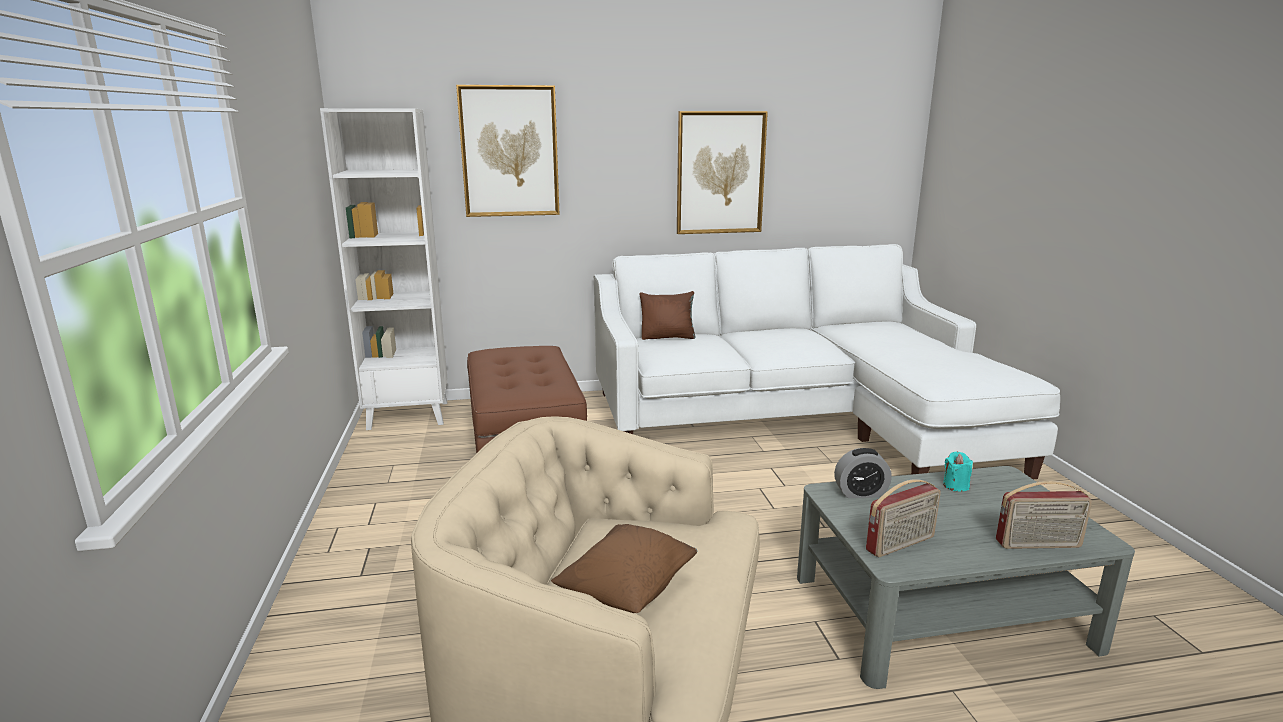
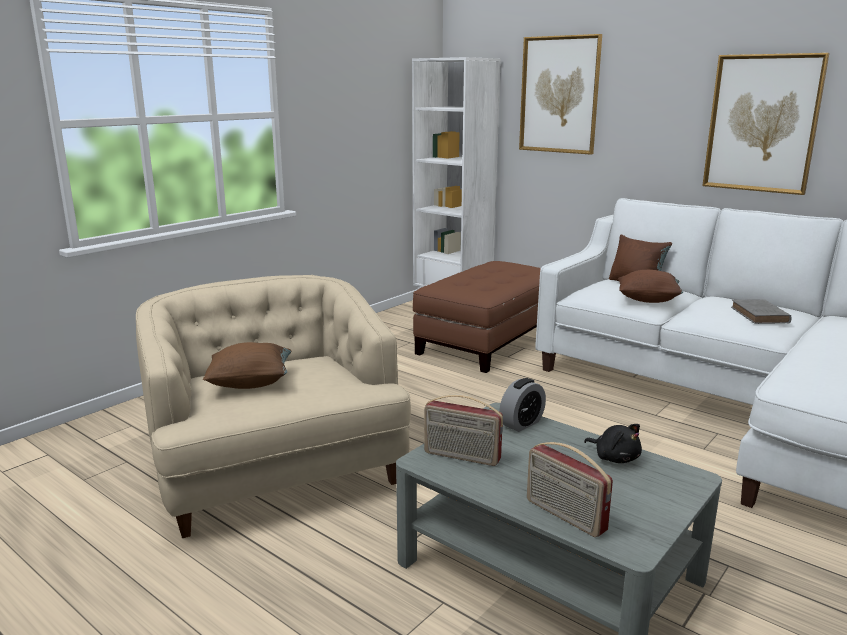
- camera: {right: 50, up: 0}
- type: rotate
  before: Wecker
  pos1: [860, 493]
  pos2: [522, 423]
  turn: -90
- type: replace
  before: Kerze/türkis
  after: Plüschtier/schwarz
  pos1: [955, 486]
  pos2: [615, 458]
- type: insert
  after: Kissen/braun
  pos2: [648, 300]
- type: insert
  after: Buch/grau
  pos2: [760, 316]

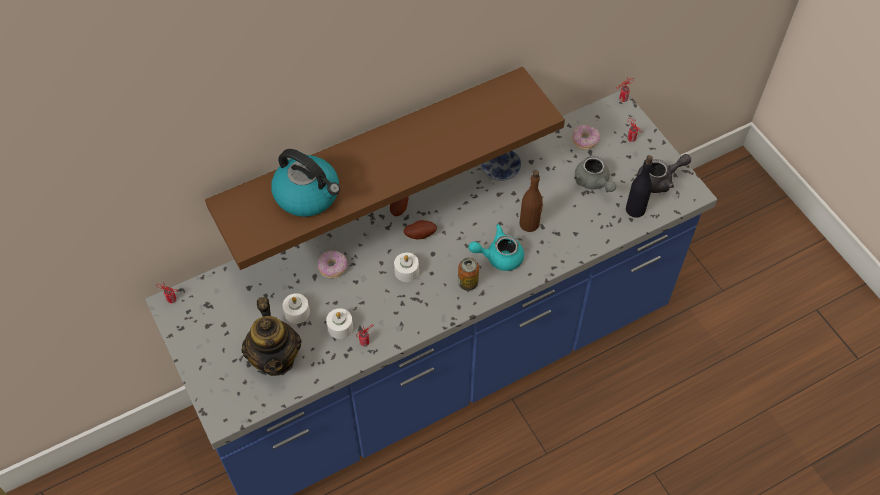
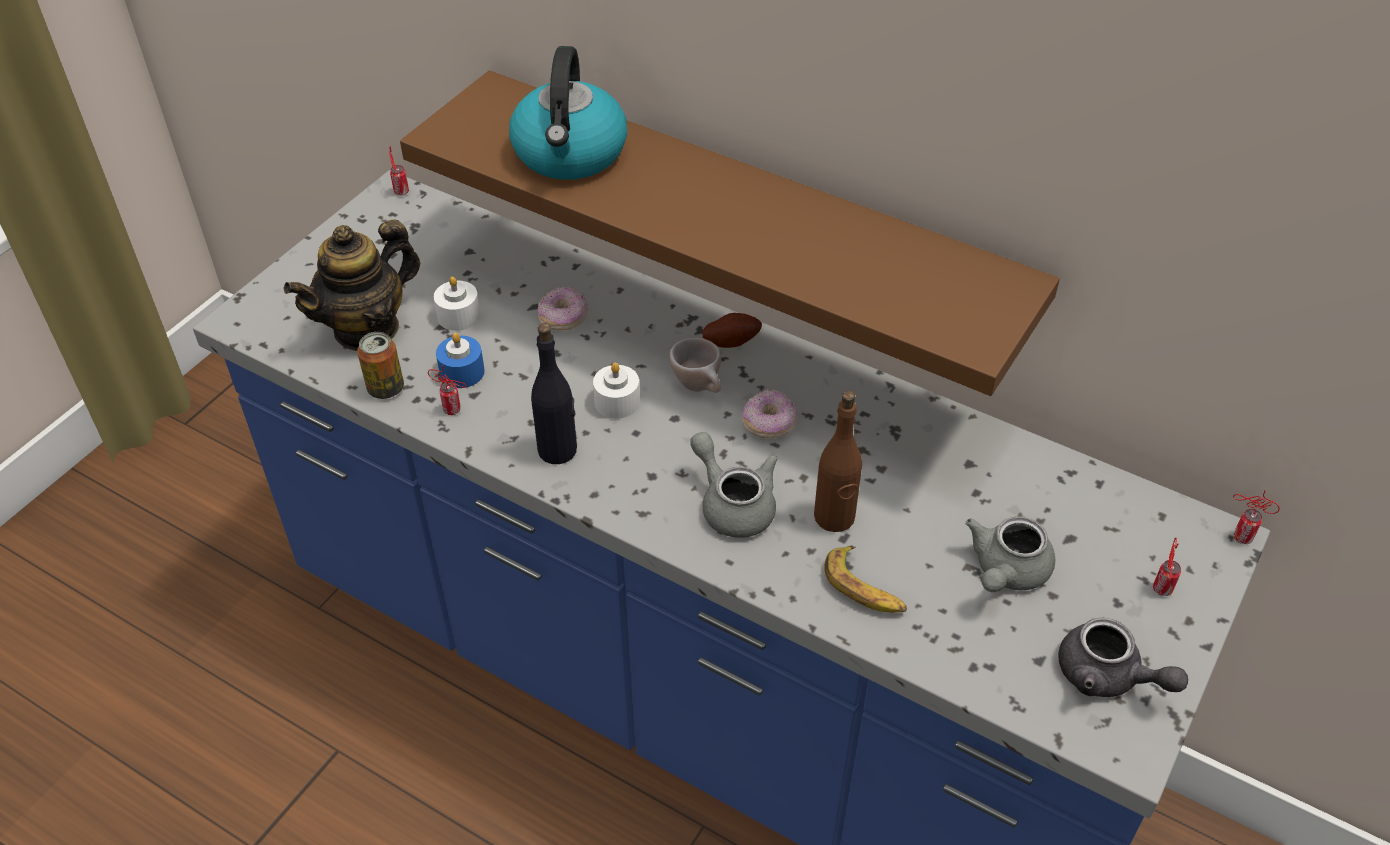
- camera: {right: 60, up: -10}
- type: move
  before: Dose
  pos1: [468, 283]
  pos2: [385, 388]
- type: recolor
  before: Kerze/weiß
  after: Kerze/blau
  pos1: [340, 327]
  pos2: [462, 372]
- type: move
  before: Flasche/schwarz
  pos1: [635, 209]
  pos2: [558, 450]
- type: replace
  before: Kartoffel
  after: Tasse/beige
  pos1: [420, 234]
  pos2: [700, 387]
- type: recolor
  before: Teekanne/türkis
  after: Teekanne/grau
  pos1: [498, 256]
  pos2: [733, 504]
- type: move
  before: Donut
  pos1: [584, 141]
  pos2: [769, 424]
- type: insert
  after: Banane
  pos2: [864, 588]
- type: delete
  before: Schüssel
  pos1: [498, 169]

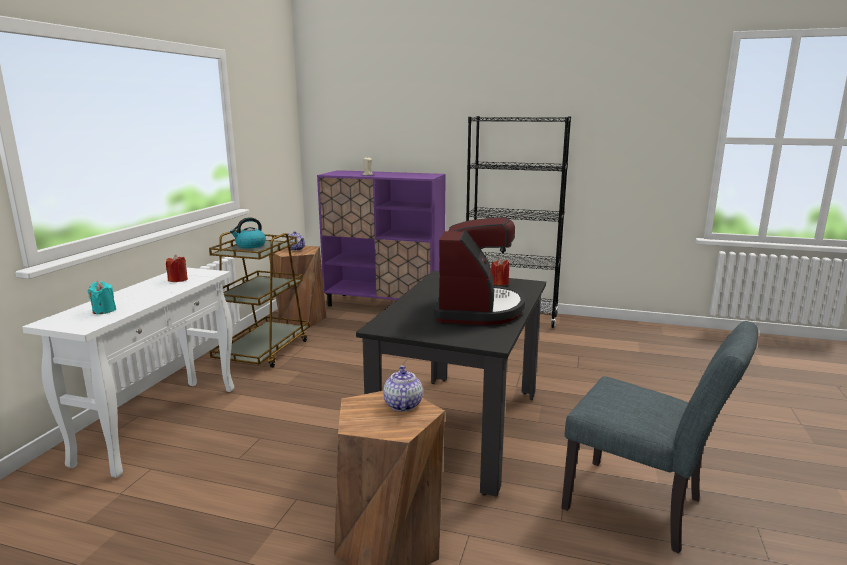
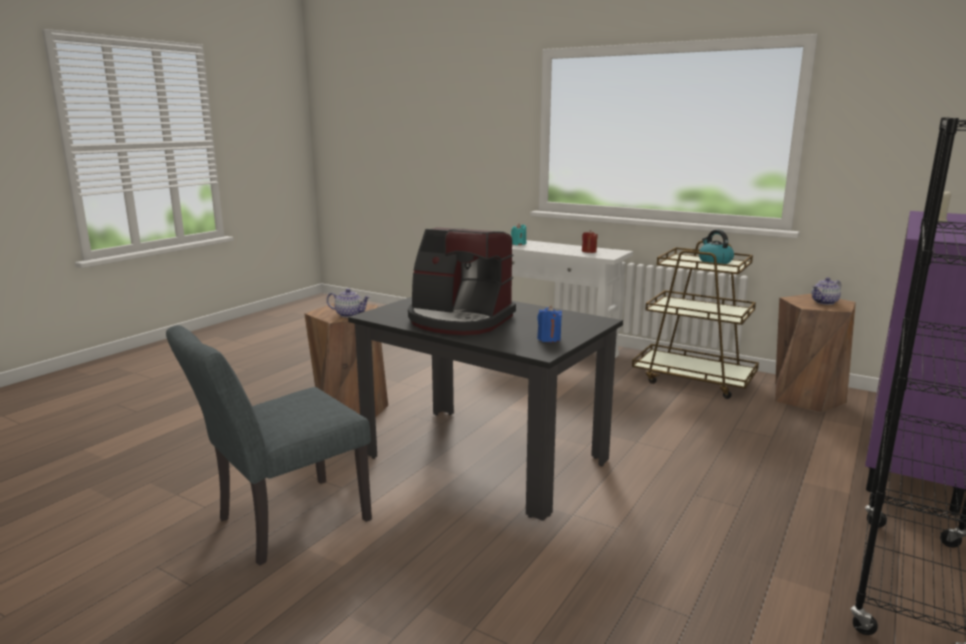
- camera: {right: 105, up: 0}
- type: recolor
  before: Kerze/rot
  after: Kerze/blau
  pos1: [499, 283]
  pos2: [549, 339]

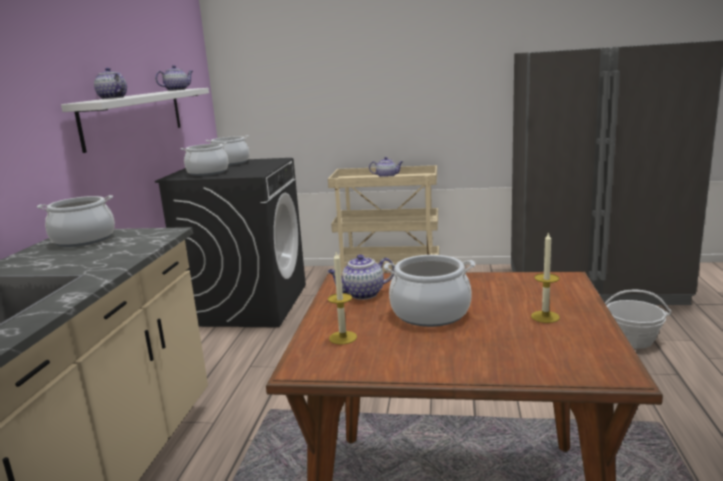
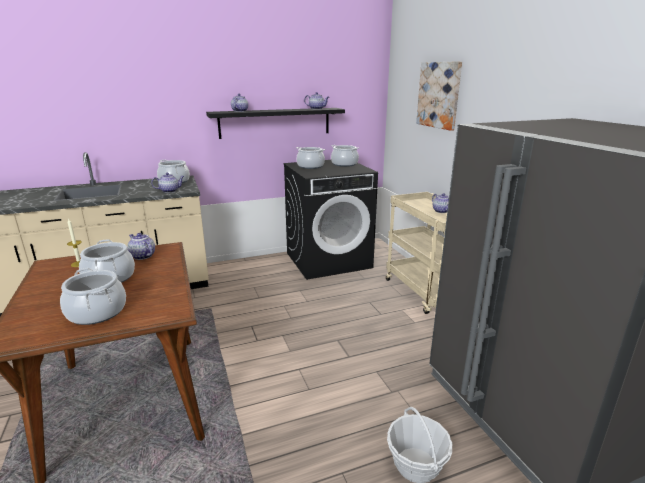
- camera: {right: 60, up: 5}
- type: replace
  before: Kerze
  after: Kochtopf
  pos1: [545, 317]
  pos2: [97, 312]
- type: insert
  after: Teekanne
  pos2: [170, 191]
- type: recolor
  before: Wandregal/weiß
  after: Wandregal/schwarz
  pos1: [134, 117]
  pos2: [275, 122]
- type: insert
  after: Bild
  pos2: [439, 95]

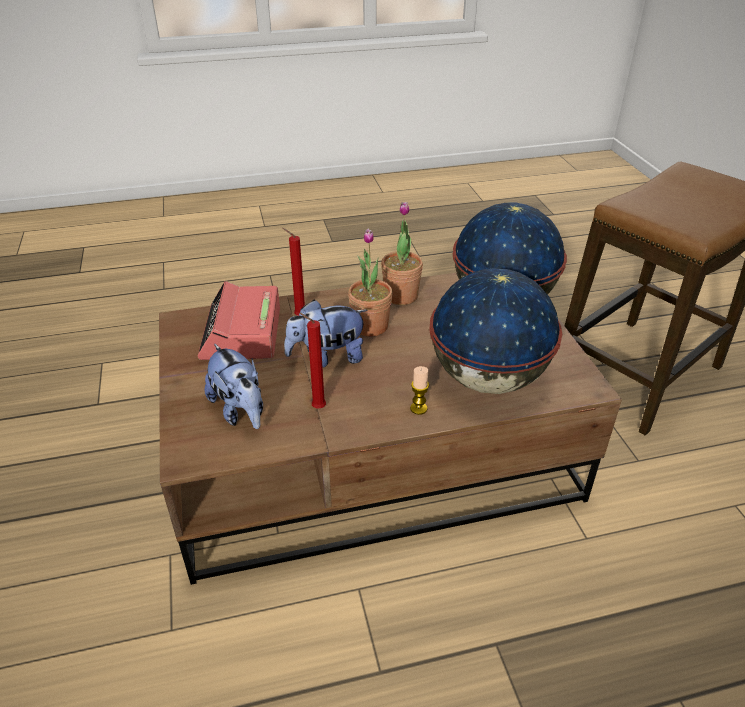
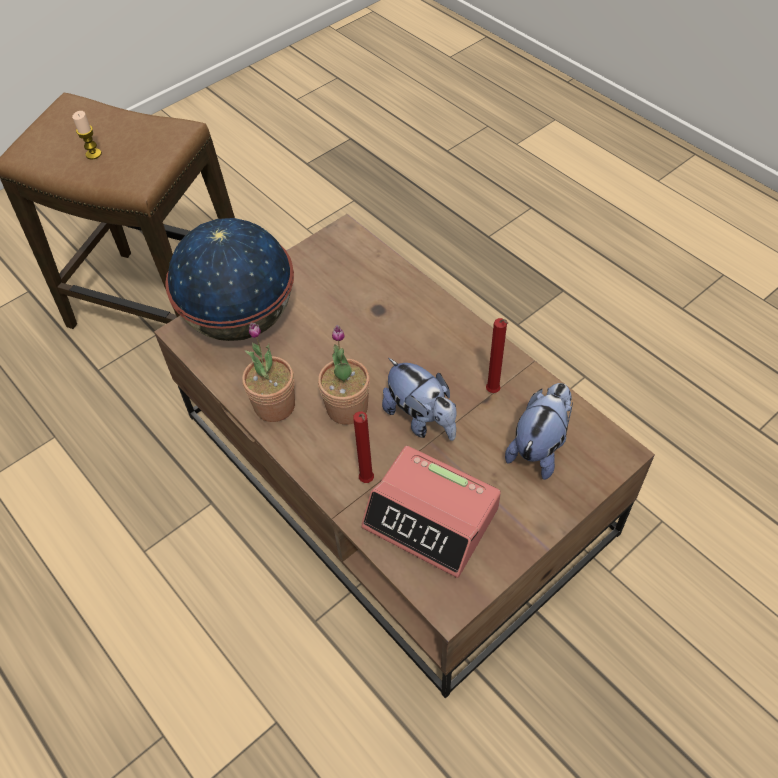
- camera: {right: -115, up: 15}
- type: move
  before: Kerze
  pos1: [418, 408]
  pos2: [93, 154]
- type: rotate
  before: Wecker
  pos1: [241, 334]
  pos2: [431, 518]
  turn: 60
- type: delete
  before: Globus
  pos1: [487, 378]

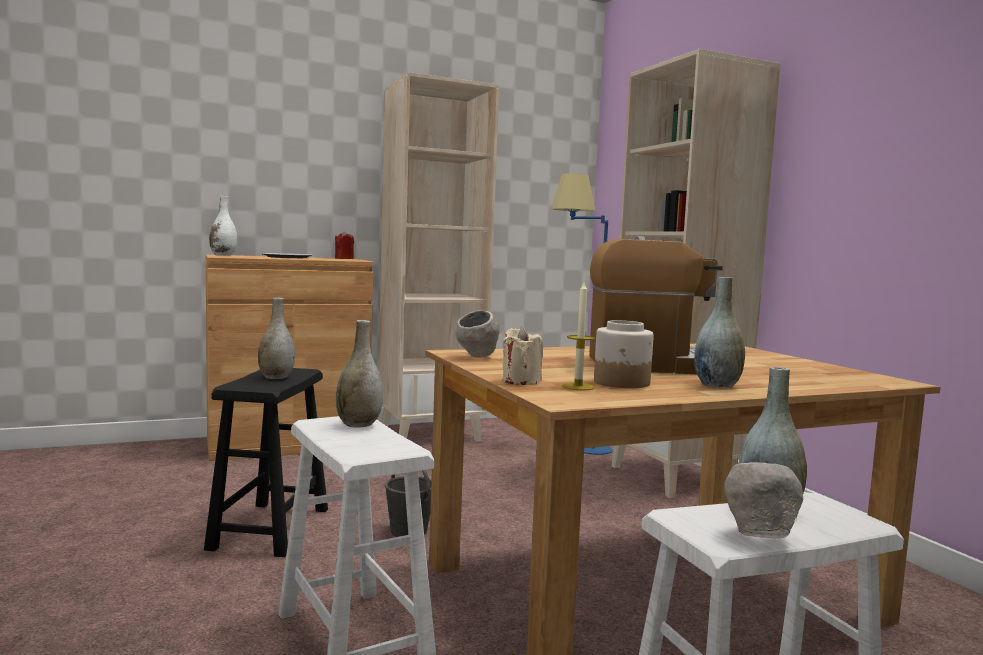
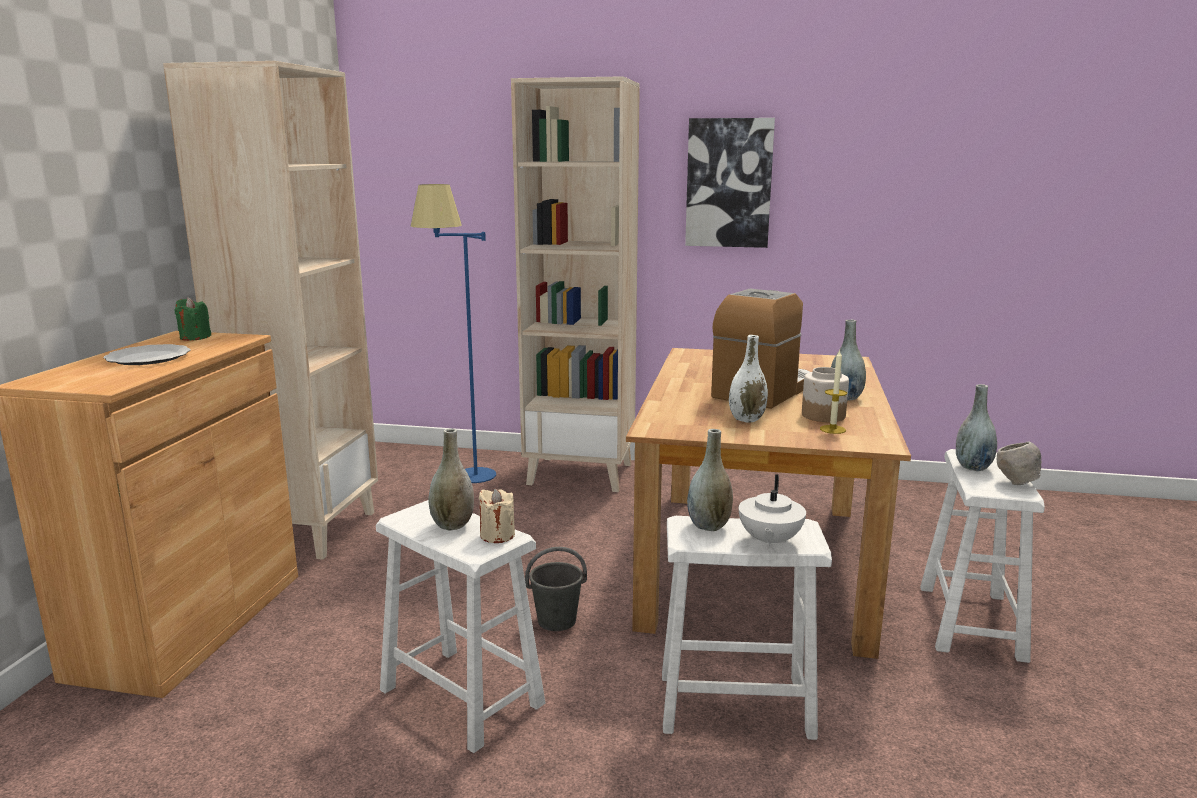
- camera: {right: -55, up: 10}
- type: recolor
  before: Kerze/rot
  after: Kerze/grün
  pos1: [344, 258]
  pos2: [195, 337]
- type: recolor
  before: Hocker/schwarz
  after: Hocker/weiß
  pos1: [270, 528]
  pos2: [461, 697]
- type: move
  before: Kerze/beige
  pos1: [521, 381]
  pos2: [497, 535]
- type: insert
  after: Bild
  pos2: [729, 183]
- type: move
  before: Vase/weiß
  pos1: [223, 255]
  pos2: [746, 419]
- type: insert
  after: Teekanne/weiß
  pos2: [769, 541]
- type: delete
  before: Schüssel/grau
  pos1: [477, 357]

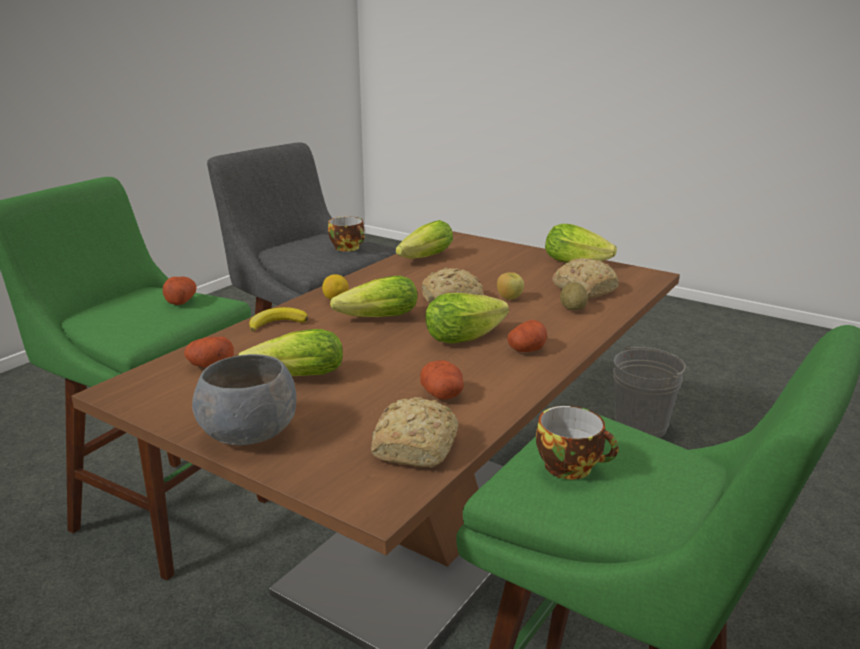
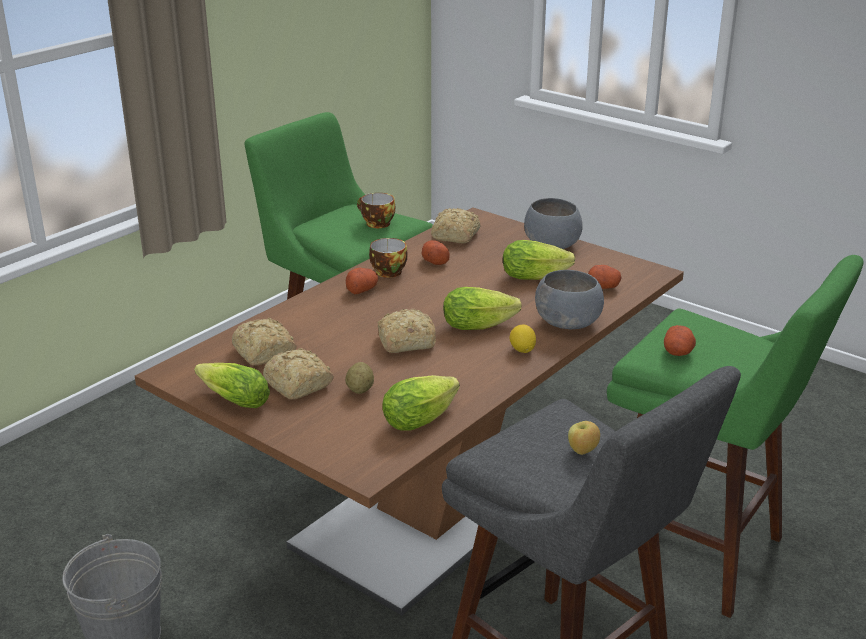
- camera: {right: -175, up: 5}
- type: insert
  after: Brot
  pos2: [298, 385]
- type: move
  before: Kartoffel
  pos1: [573, 309]
  pos2: [360, 389]
- type: move
  before: Tasse
  pos1: [349, 248]
  pos2: [386, 271]
- type: replace
  before: Banane
  after: Schüssel/grau
  pos1: [277, 323]
  pos2: [569, 323]
- type: move
  before: Apfel
  pos1: [509, 298]
  pos2: [582, 451]
- type: delete
  before: Salatkopf
  pos1: [468, 336]

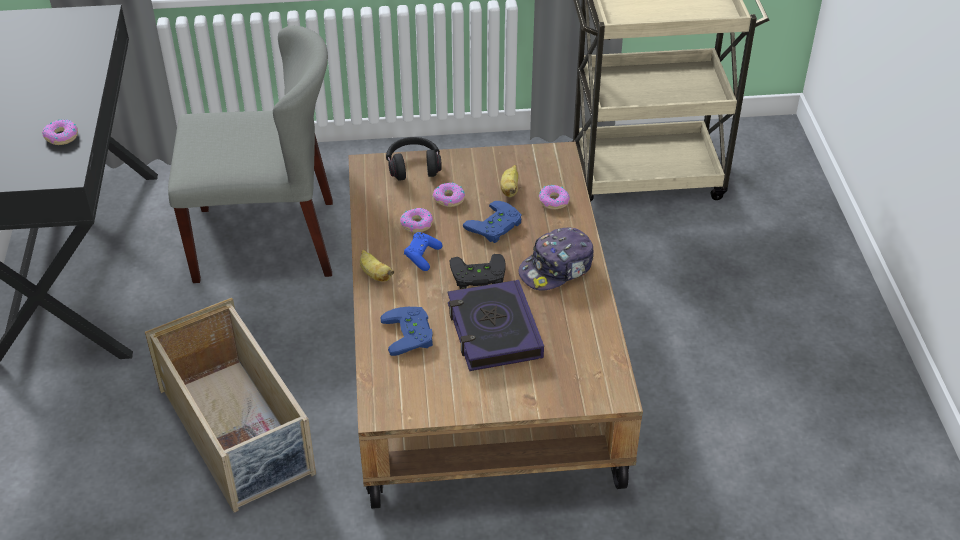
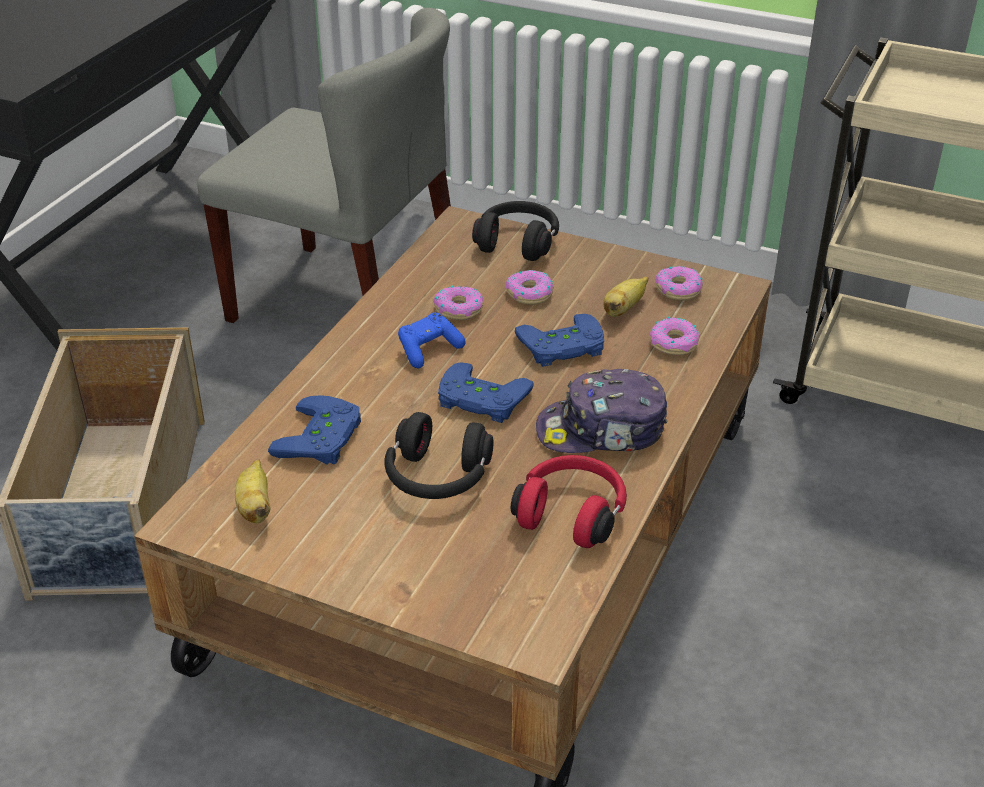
- camera: {right: 30, up: -5}
- type: move
  before: Banane
  pos1: [375, 275]
  pos2: [255, 507]
- type: replace
  before: Buch
  after: Kopfhörer/schwarz
  pos1: [493, 331]
  pos2: [436, 478]
- type: recolor
  before: Gamepad/schwarz
  after: Gamepad/blau
  pos1: [478, 277]
  pos2: [480, 401]
- type: insert
  after: Kopfhörer/rot
  pos2: [572, 513]
- type: move
  before: Donut
  pos1: [61, 137]
  pos2: [678, 289]

